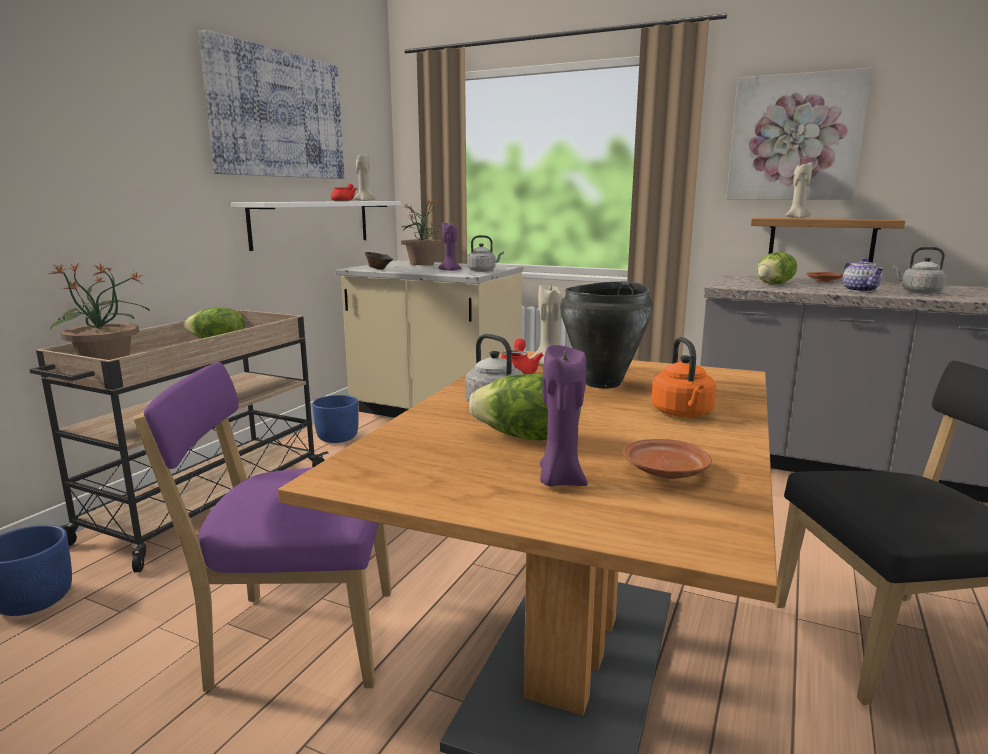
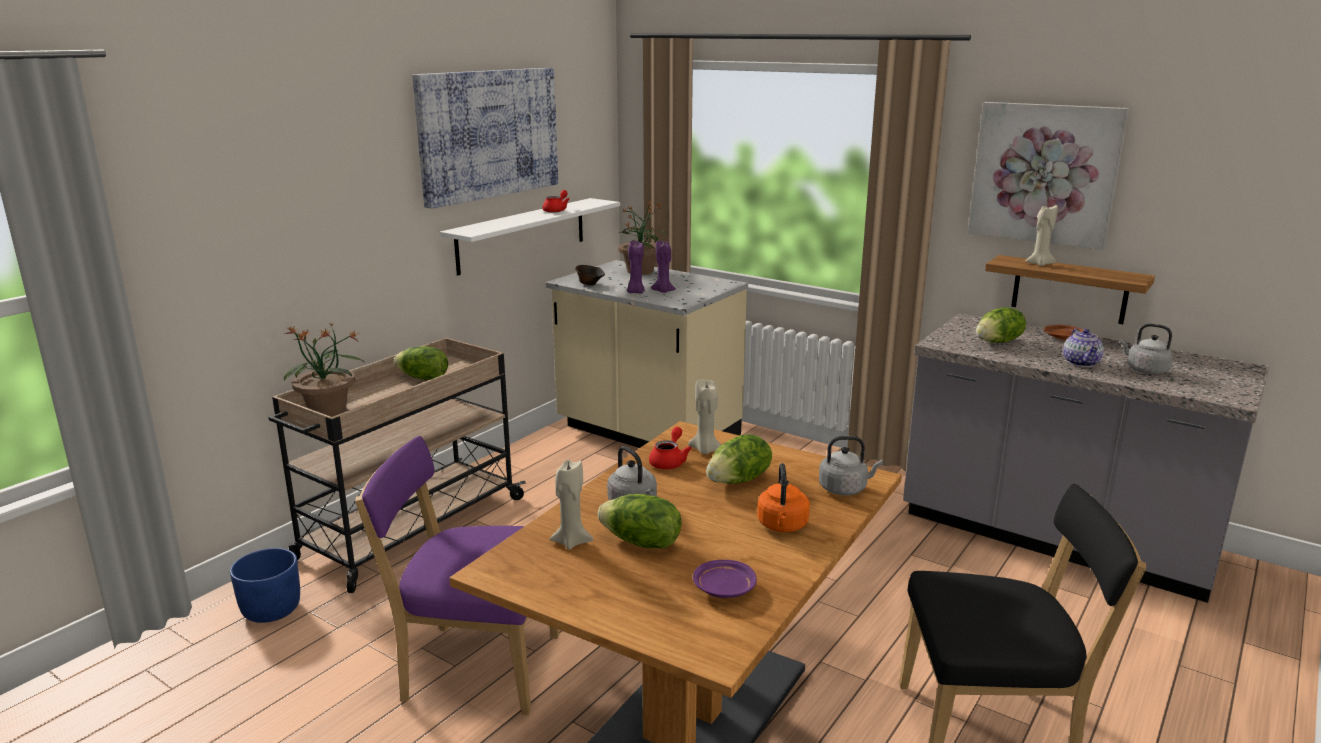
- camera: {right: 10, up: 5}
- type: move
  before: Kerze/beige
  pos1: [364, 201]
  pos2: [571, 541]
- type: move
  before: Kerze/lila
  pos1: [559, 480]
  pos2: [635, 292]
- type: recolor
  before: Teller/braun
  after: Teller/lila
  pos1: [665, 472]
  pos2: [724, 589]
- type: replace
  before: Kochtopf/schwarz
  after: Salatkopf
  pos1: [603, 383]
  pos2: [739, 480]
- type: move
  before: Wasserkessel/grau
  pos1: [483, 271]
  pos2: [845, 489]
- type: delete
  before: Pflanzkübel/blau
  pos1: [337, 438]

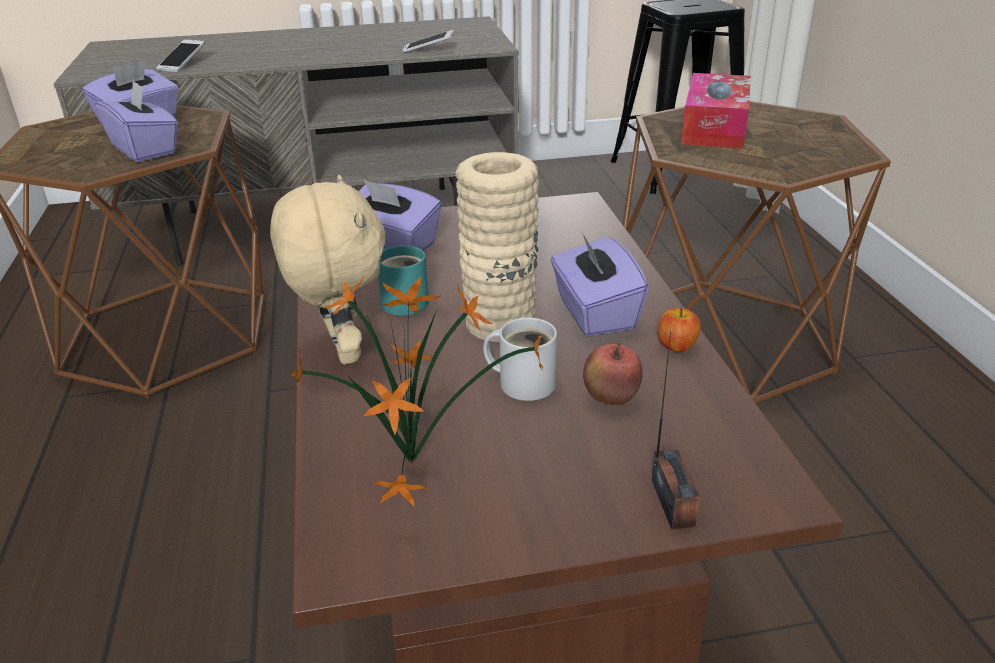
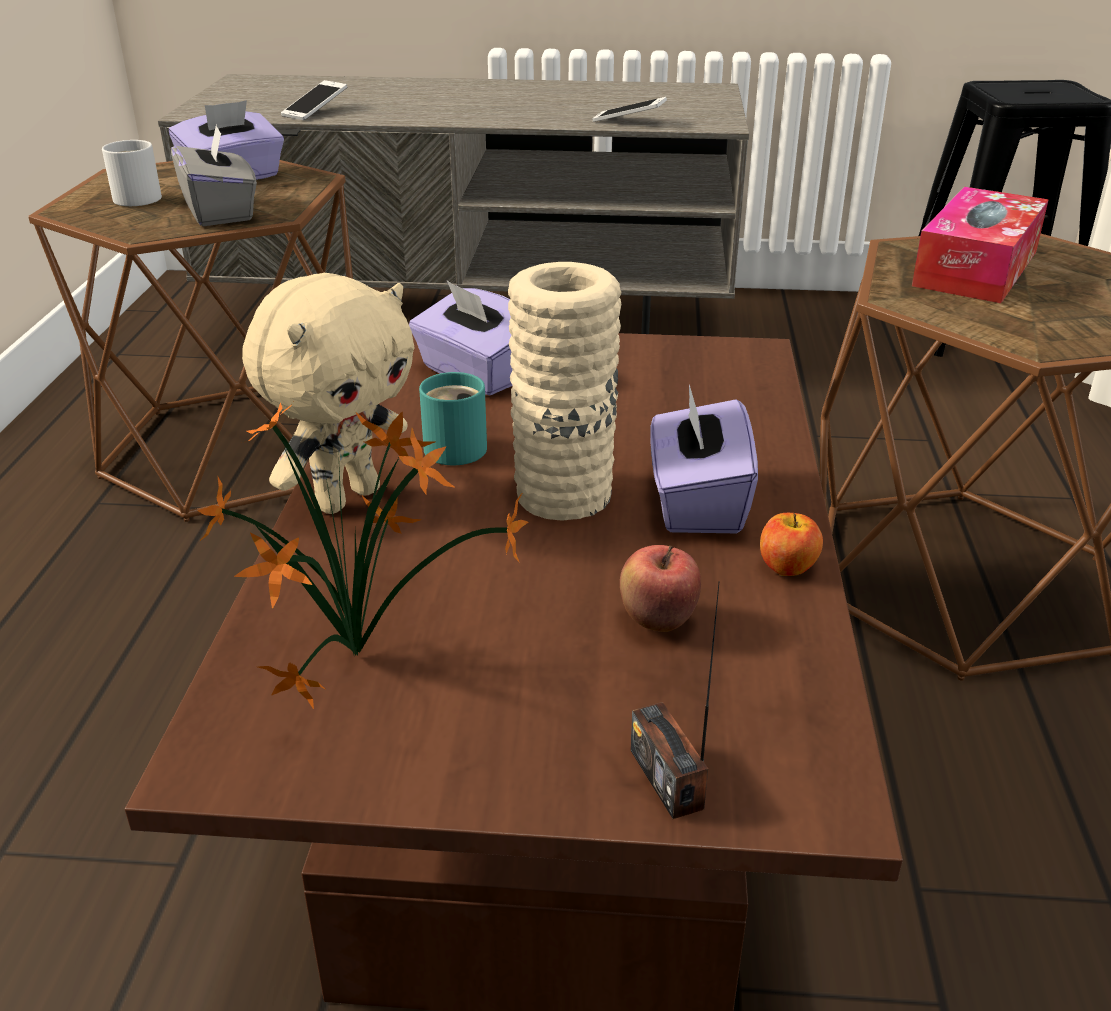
- camera: {right: 15, up: 0}
- type: move
  before: Henkelbecher/weiß
  pos1: [523, 381]
  pos2: [136, 197]
- type: recolor
  before: Taschentuchbox/lila
  after: Taschentuchbox/grau
  pos1: [145, 149]
  pos2: [220, 212]
- type: rotate
  before: Plüschtier/beige
  pos1: [341, 351]
  pos2: [346, 497]
  turn: 45
- type: rotate
  before: Radio
  pos1: [672, 503]
  pos2: [667, 778]
  turn: 150

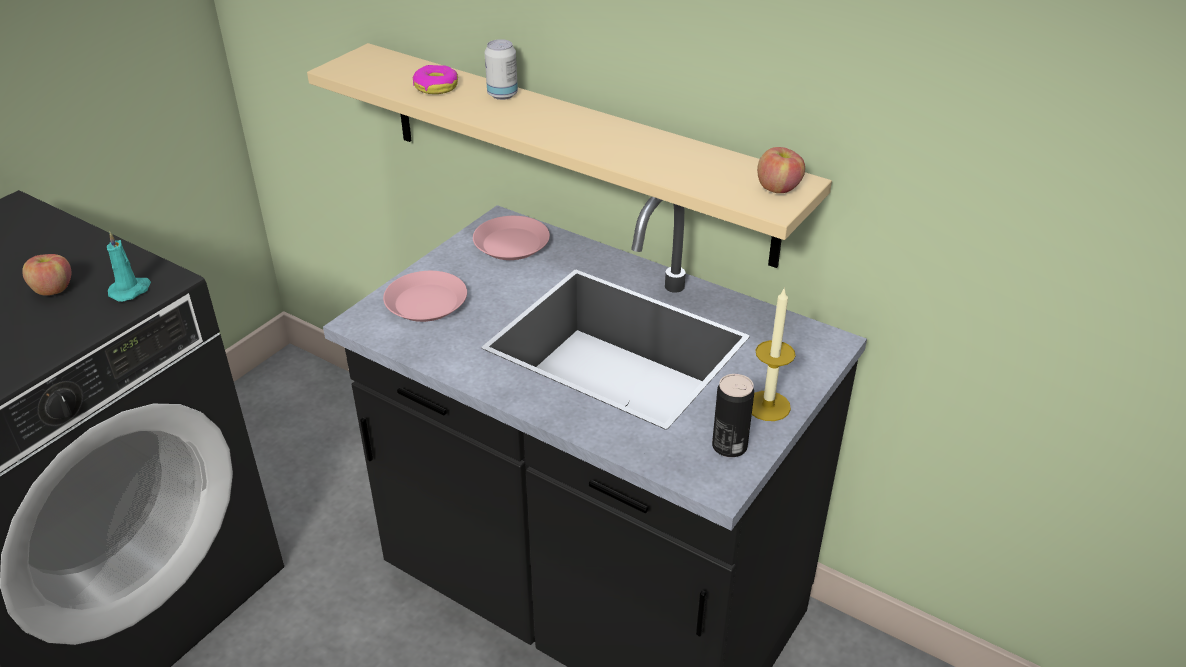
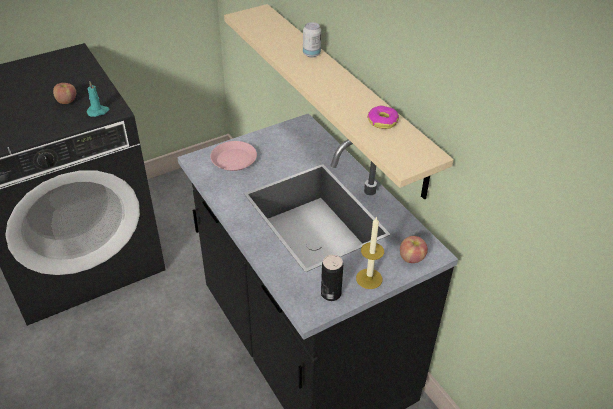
- camera: {right: 25, up: 5}
- type: move
  before: Donut
  pos1: [436, 87]
  pos2: [382, 121]
- type: move
  before: Apfel
  pos1: [778, 188]
  pos2: [412, 258]
- type: delete
  before: Teller/rosa
  pos1: [511, 244]

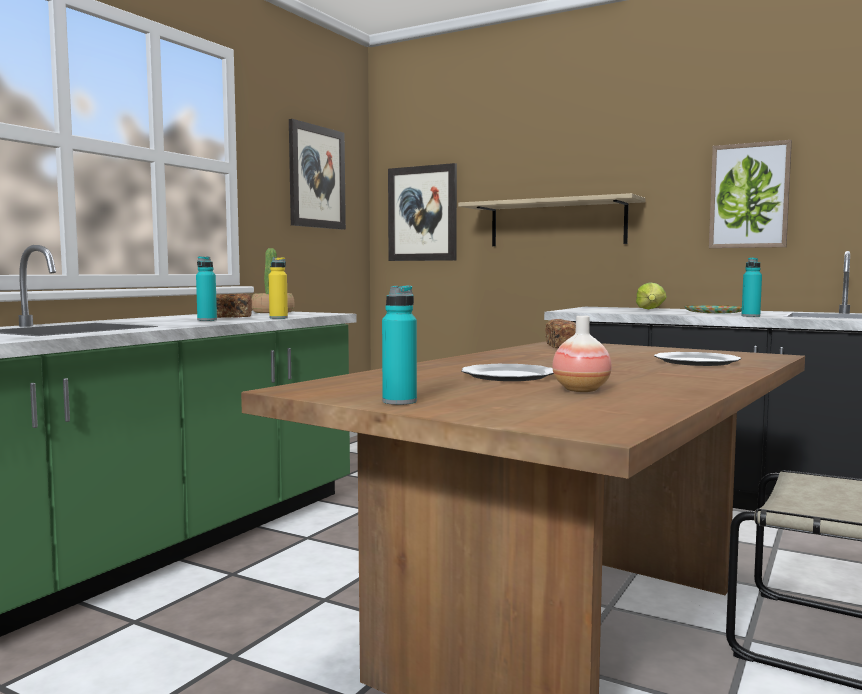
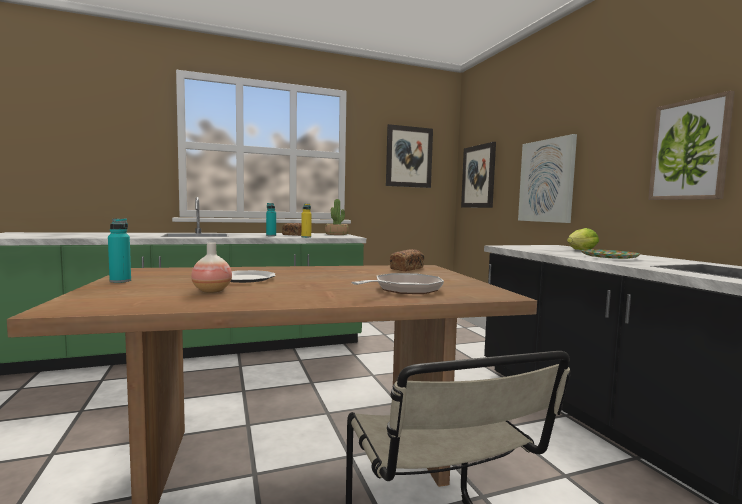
- camera: {right: 40, up: 0}
- type: replace
  before: Teller
  after: Pfanne
  pos1: [695, 362]
  pos2: [404, 289]
- type: replace
  before: Wandregal
  after: Bild
  pos1: [557, 223]
  pos2: [546, 181]
- type: delete
  before: Flasche/türkis
  pos1: [750, 316]

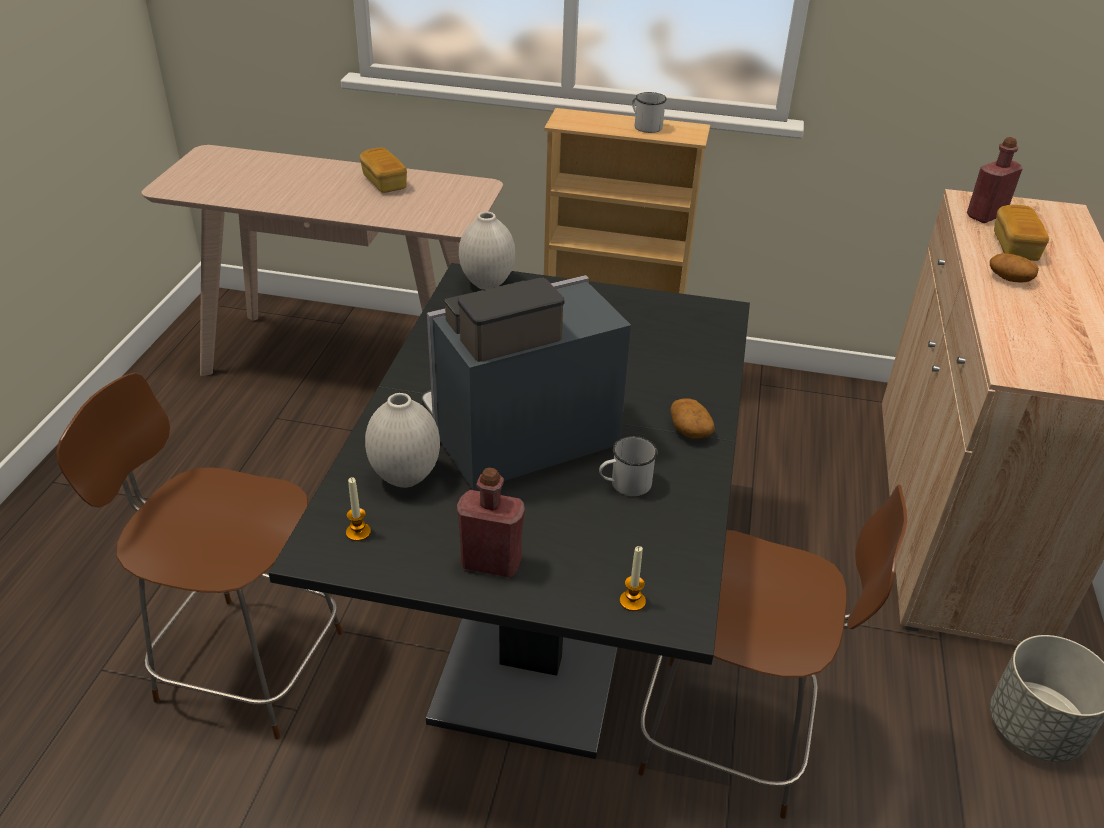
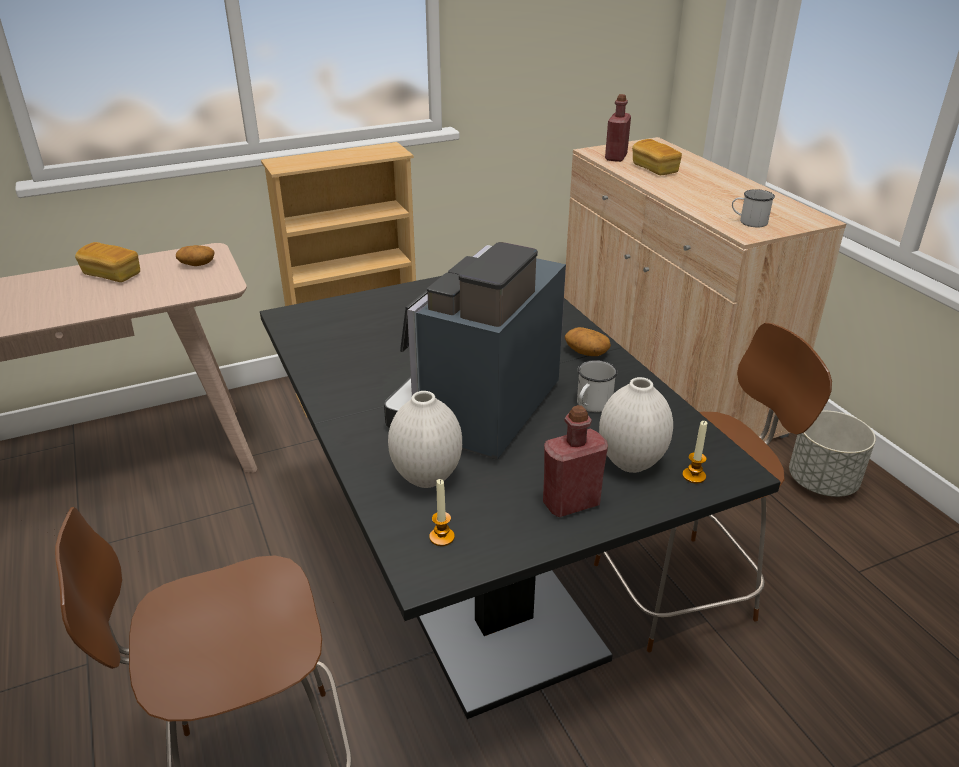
- camera: {right: -35, up: -5}
- type: move
  before: Kartoffel
  pos1: [1009, 279]
  pos2: [197, 264]
- type: move
  before: Vase/weiß
  pos1: [486, 283]
  pos2: [630, 463]
- type: move
  before: Henkelbecher/weiß
  pos1: [645, 126]
  pos2: [748, 222]

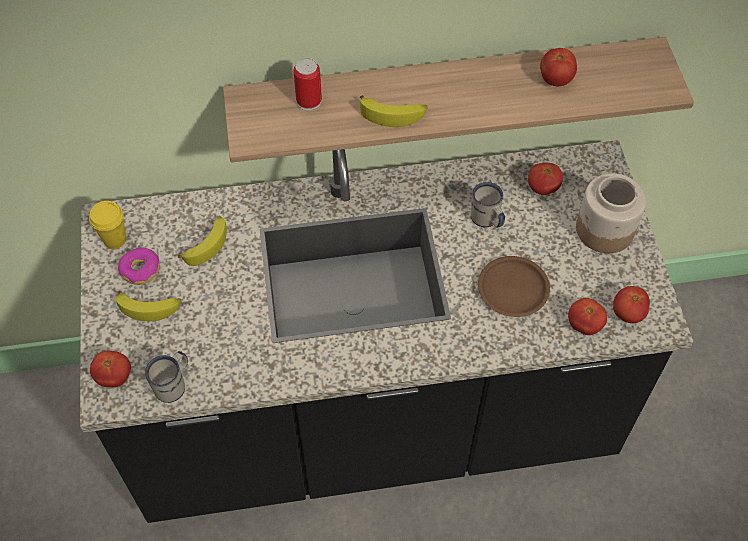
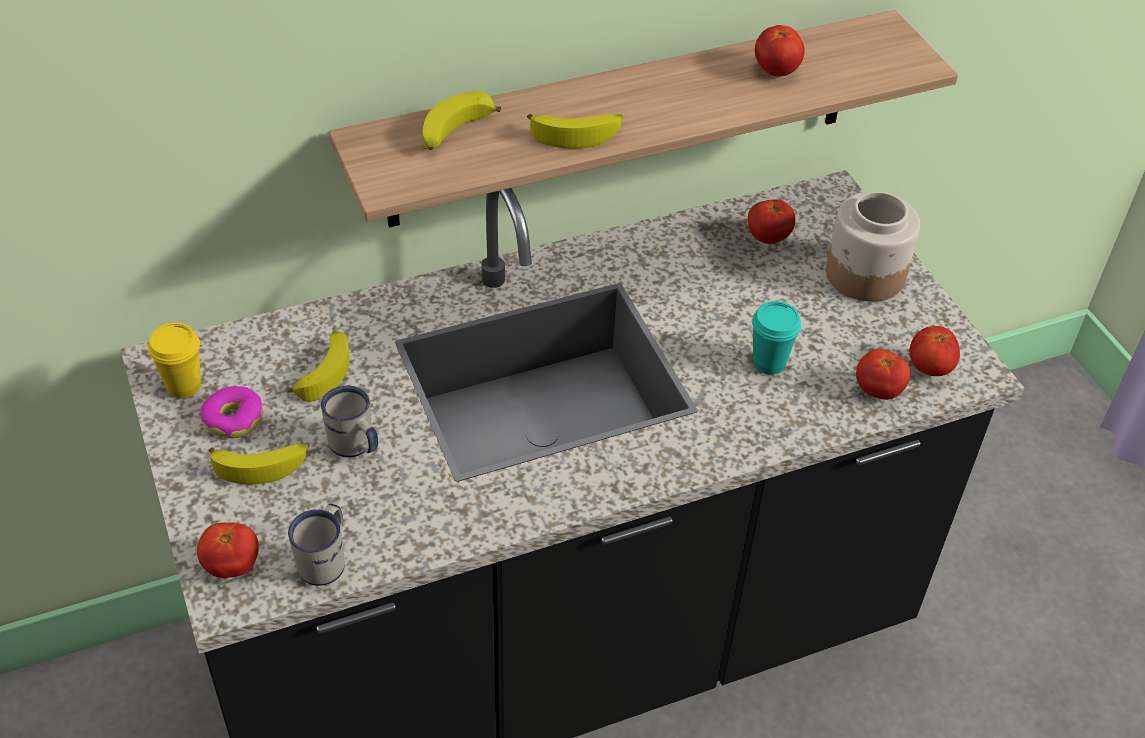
- camera: {right: -15, up: -10}
- type: move
  before: Henkelbecher/weiß
  pos1: [487, 221]
  pos2: [355, 447]
- type: replace
  before: Dose
  after: Banane
  pos1: [309, 101]
  pos2: [456, 133]
- type: replace
  before: Teller/braun
  after: Tasse/türkis
  pos1: [512, 289]
  pos2: [769, 363]

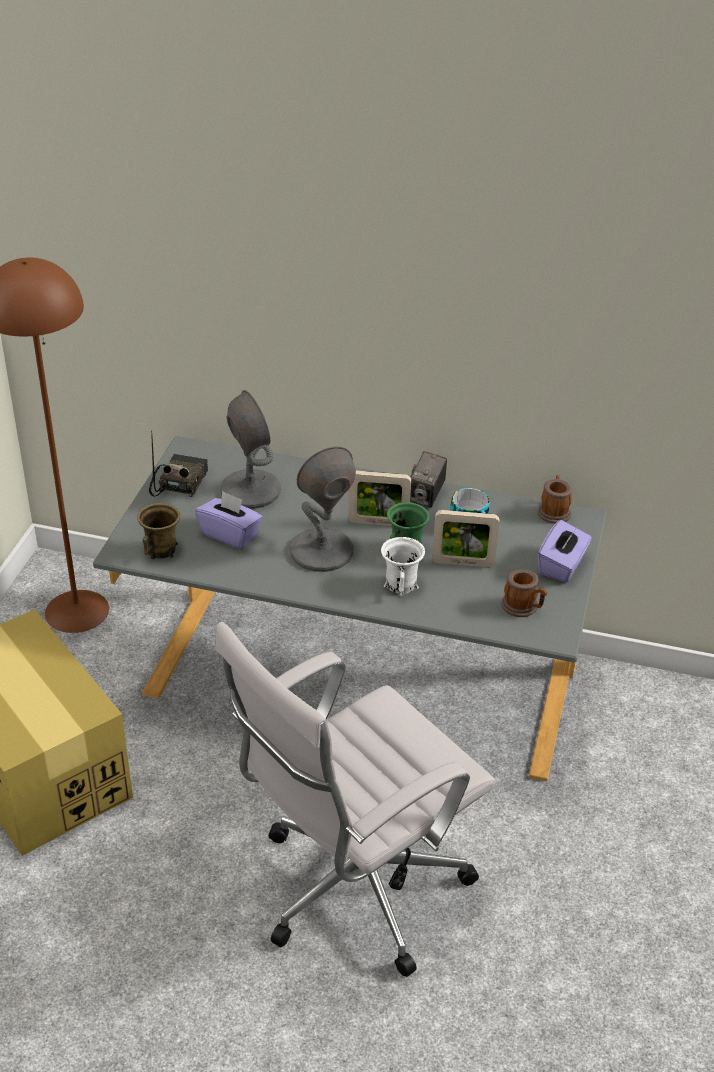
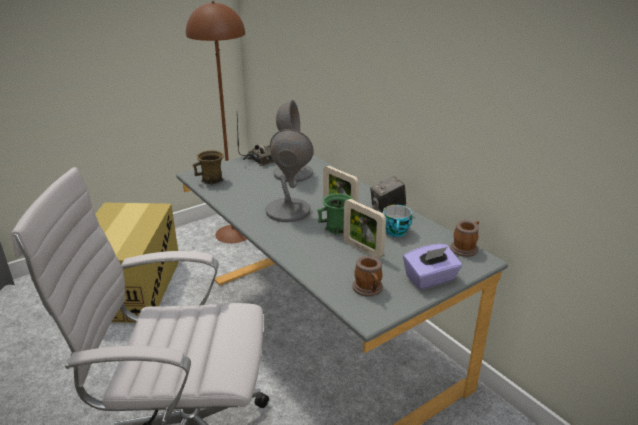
- camera: {right: 40, up: -10}
- type: delete
  before: Taschentuchbox/lila
  pos1: [230, 534]
- type: delete
  before: Henkelbecher/weiß
  pos1: [401, 584]

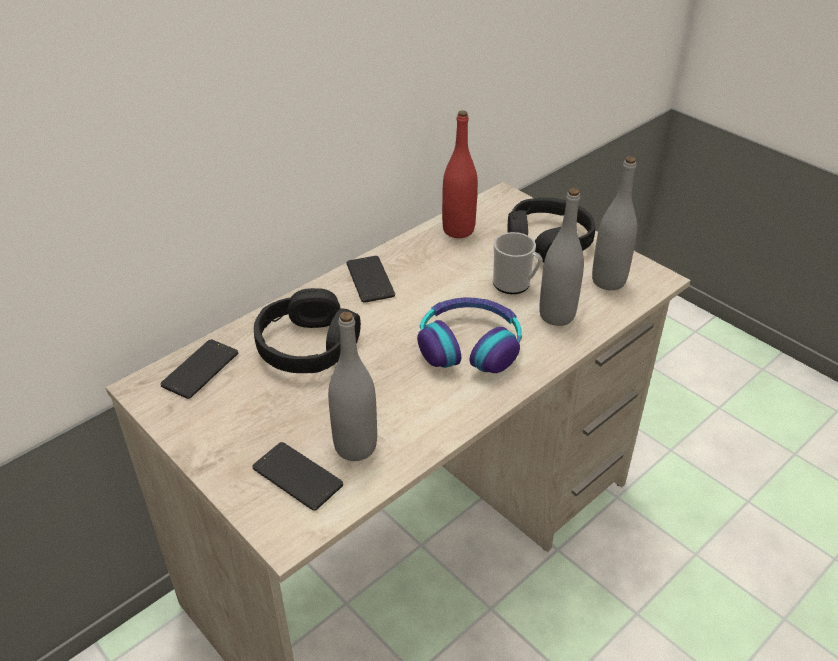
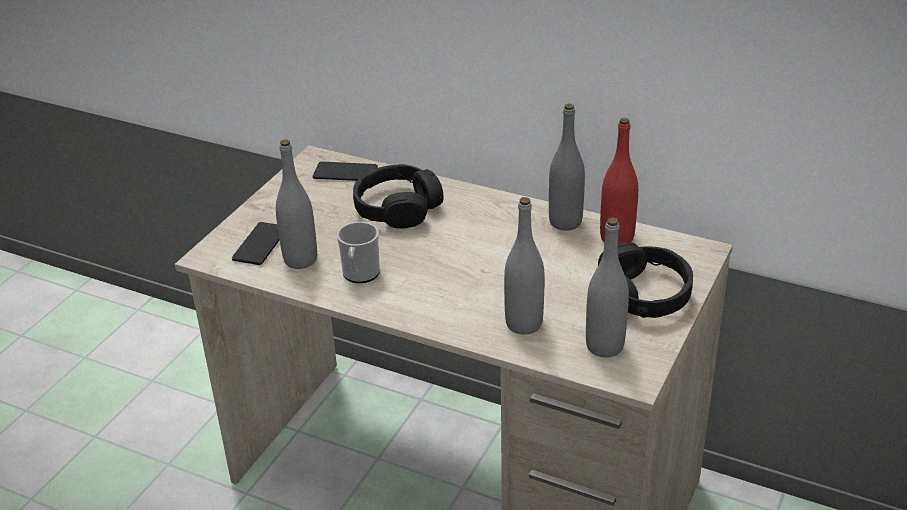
- camera: {right: 70, up: -5}
- type: move
  before: Henkelbecher
  pos1: [515, 284]
  pos2: [360, 275]
- type: insert
  after: Flasche/grau
  pos2: [565, 222]
- type: delete
  before: Handy
  pos1: [370, 279]
- type: delete
  before: Kopfhörer
  pos1: [469, 345]

